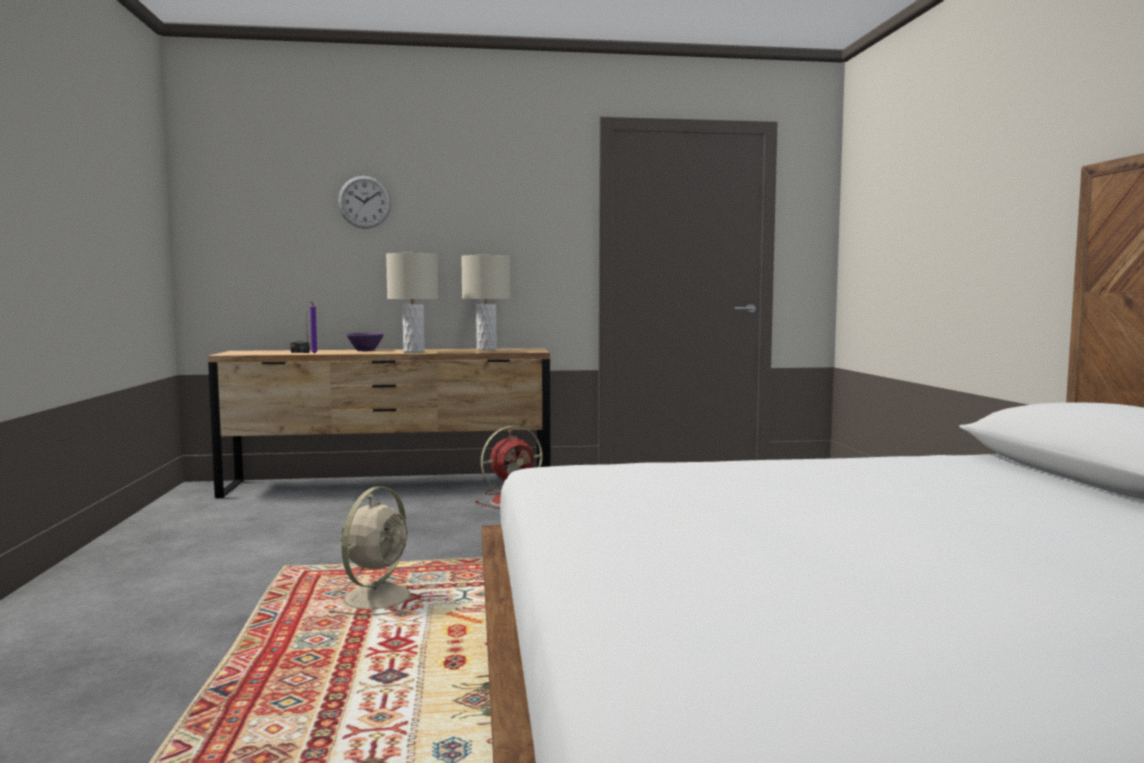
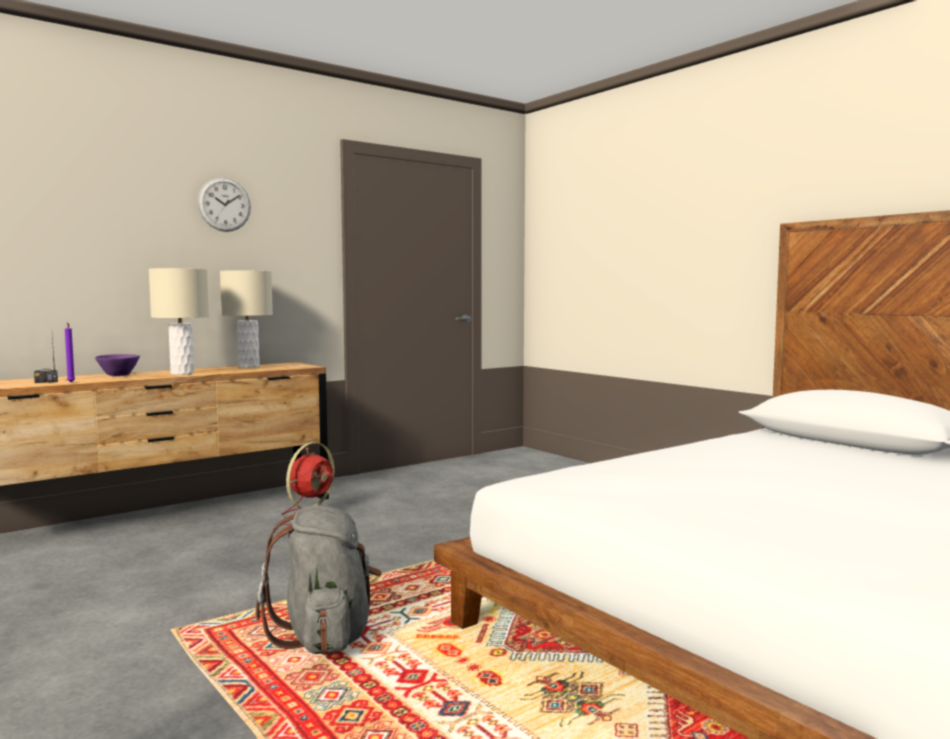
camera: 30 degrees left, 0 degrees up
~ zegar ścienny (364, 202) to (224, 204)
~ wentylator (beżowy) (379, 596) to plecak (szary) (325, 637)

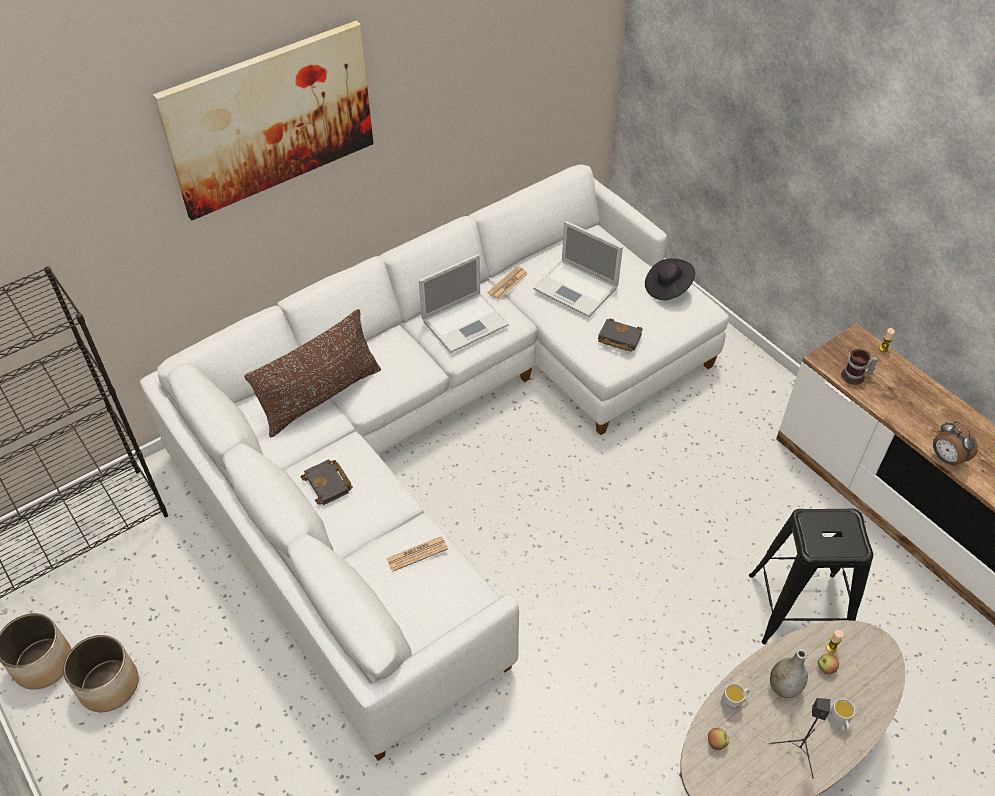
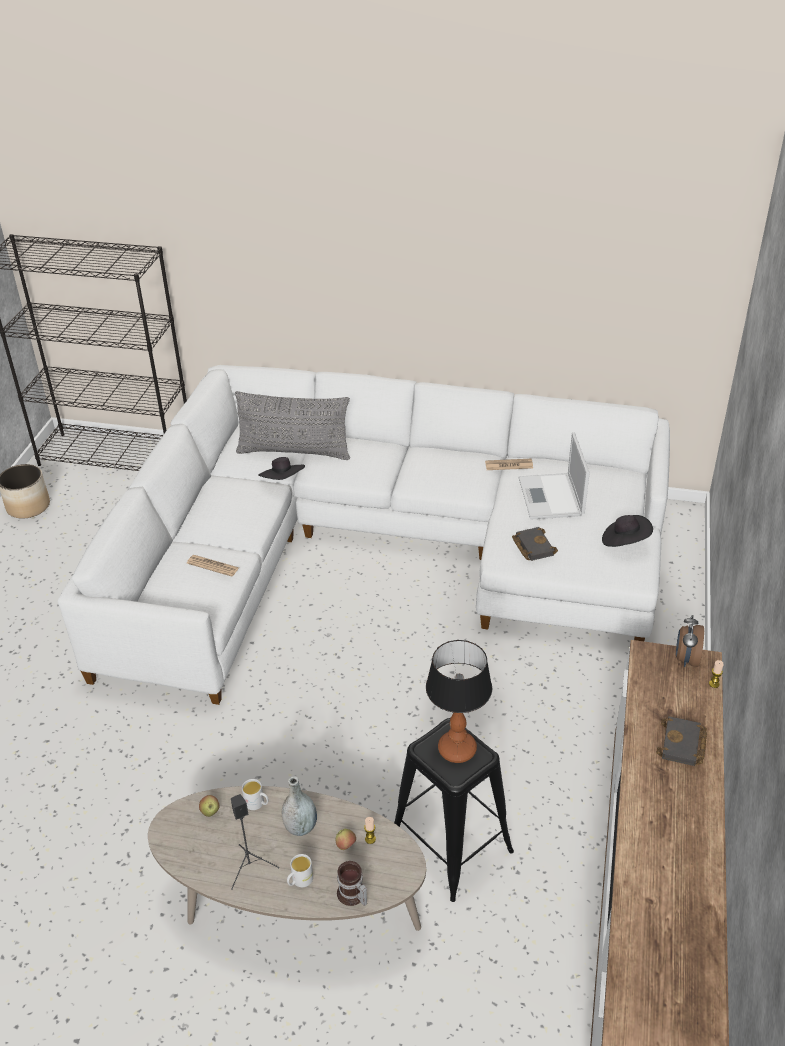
camera: 50 degrees right, 10 degrees down
- donica (108, 685)
- obraz (271, 119)
- laptop (466, 322)
+ kapelusz (czarny) (283, 481)
+ lampa stołowa (457, 750)
~ książka (czarny) (329, 484) to (683, 746)
~ kubek (855, 377) to (352, 896)
~ budzik (946, 458) to (686, 659)
~ poduszka (brązowy) (321, 397) to poduszka (szary) (294, 451)

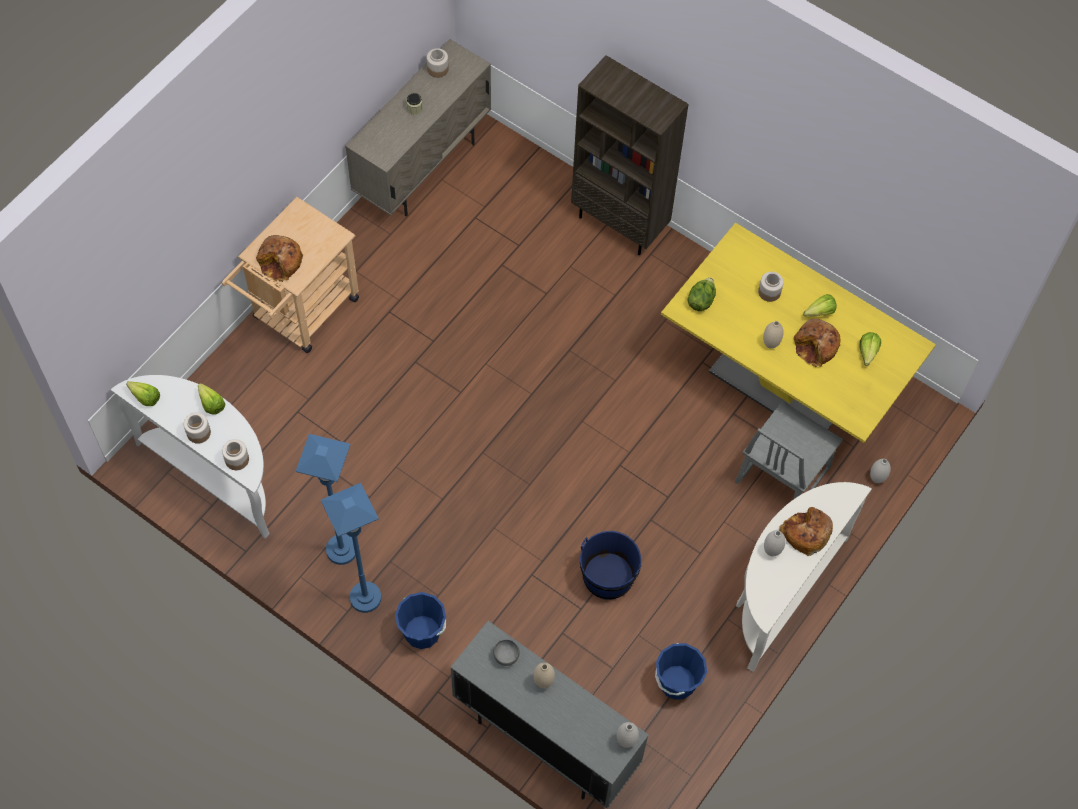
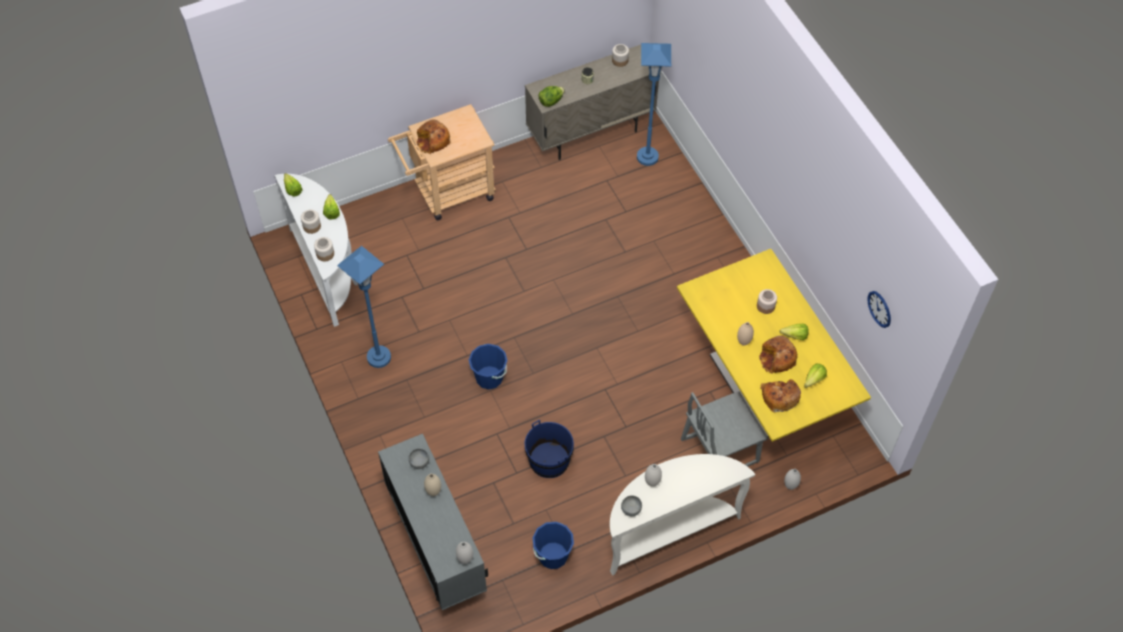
camera: 30 degrees right, 5 degrees down
- regał (brązowy) (620, 224)
+ miska (szary) (631, 509)
+ zegar ścienny (879, 309)
~ lampa stojąca (niebieski) (365, 597) to (647, 157)
~ wiadro (niebieski) (422, 632) to (489, 378)
~ sałata (701, 300) to (551, 101)
~ chleb (805, 533) to (779, 397)

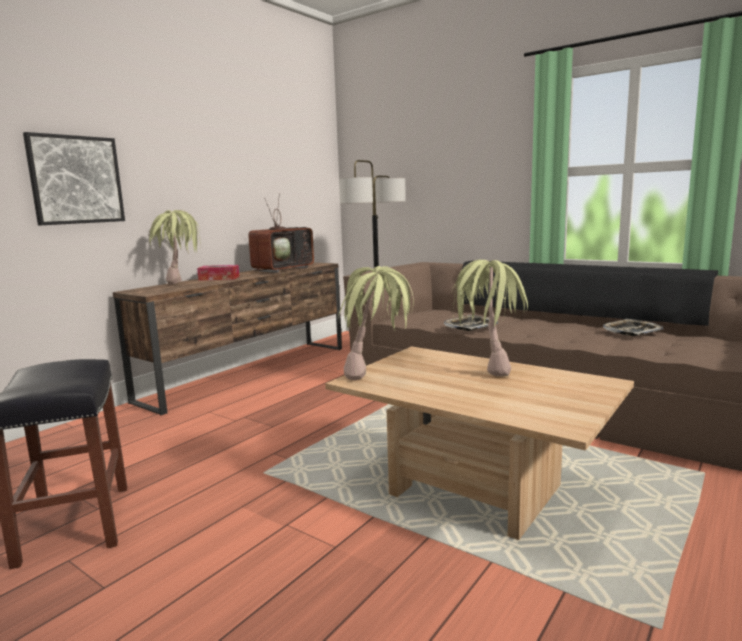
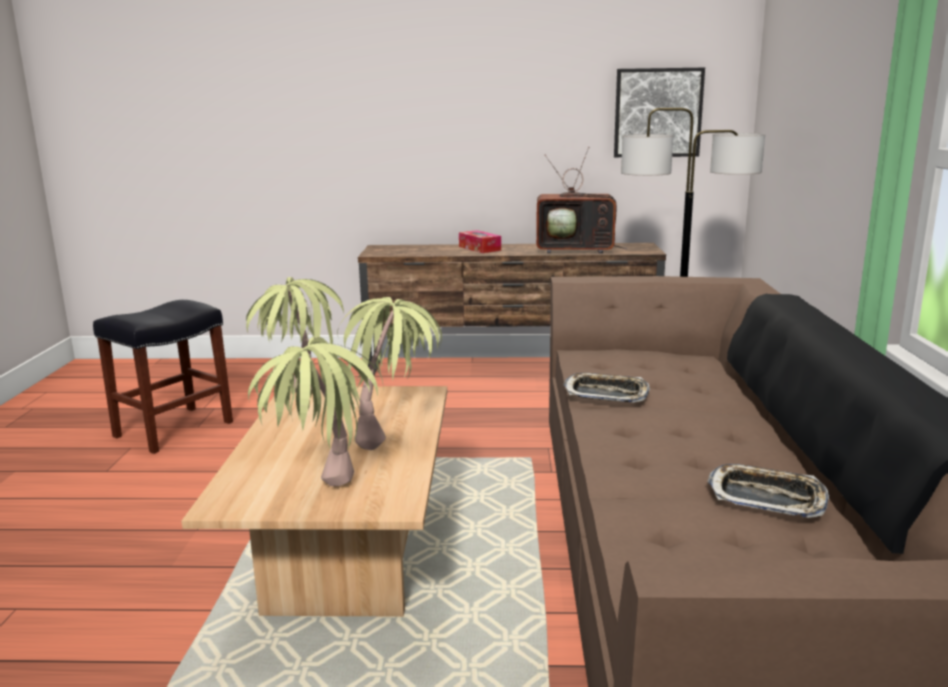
camera: 55 degrees right, 5 degrees up
~ obraz (76, 180) to (657, 113)
~ roślina doniczkowa (180, 285) to (322, 501)

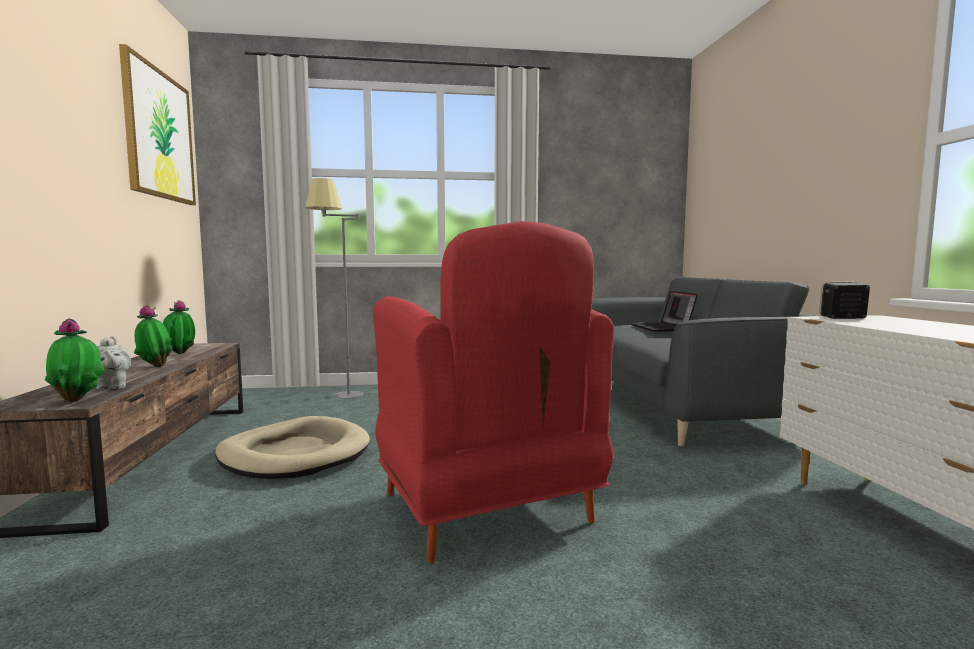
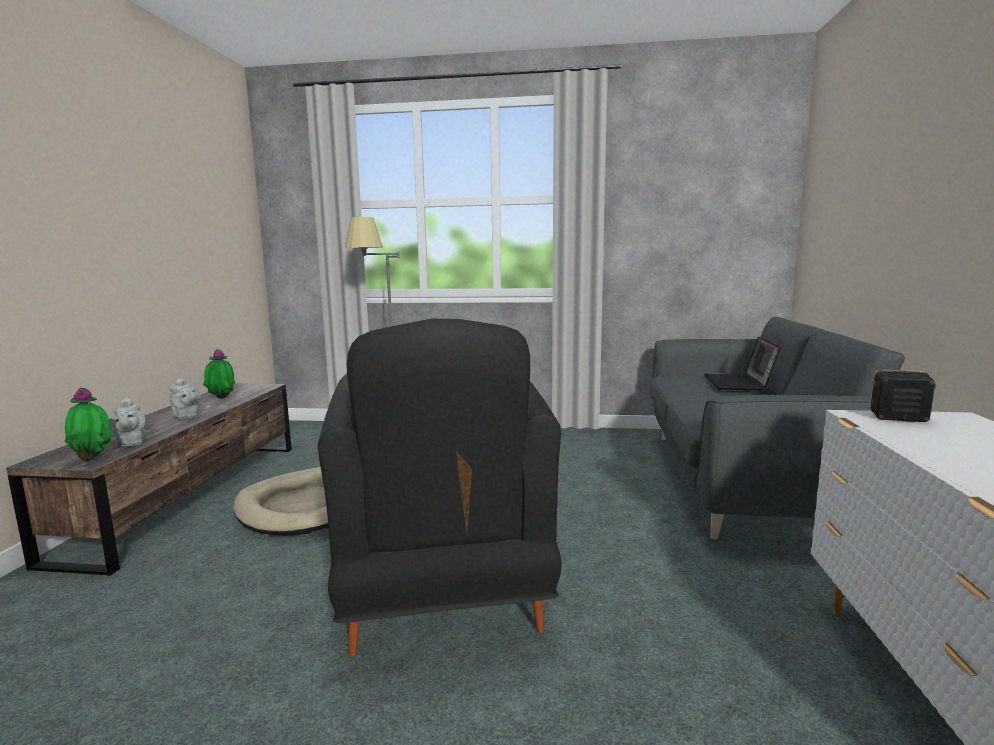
camera: 15 degrees right, 5 degrees up
- obraz (159, 135)
~ roślina doniczkowa (154, 367) to imbryk (szary) (186, 416)
~ fotel (czerwony) (487, 510) to fotel (czarny) (443, 599)

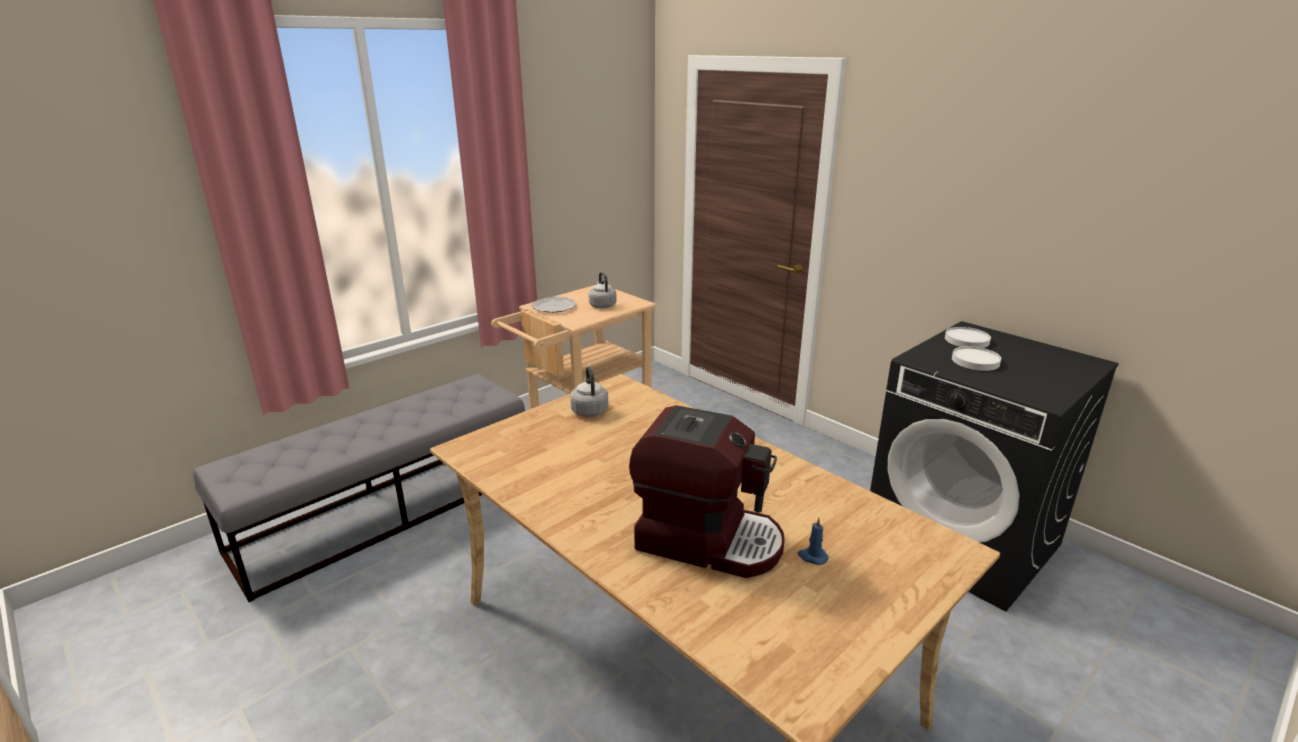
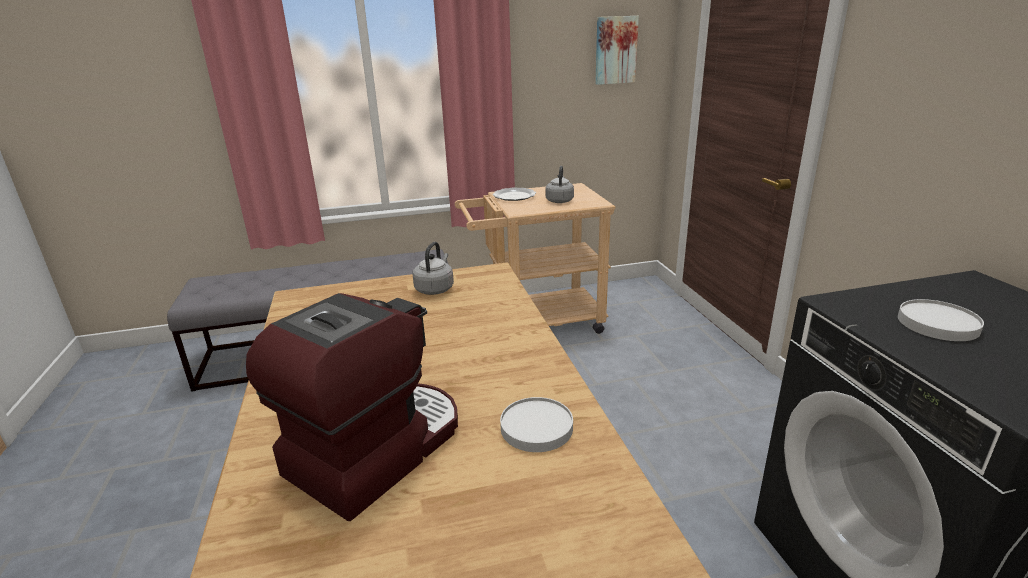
camera: 30 degrees right, 0 degrees up
- świeca (niebieski) (812, 557)
+ obraz (615, 50)
~ talerz (biały) (966, 340) to (537, 427)
~ ekspres do kawy (708, 539) = (376, 449) 105 degrees counterclockwise

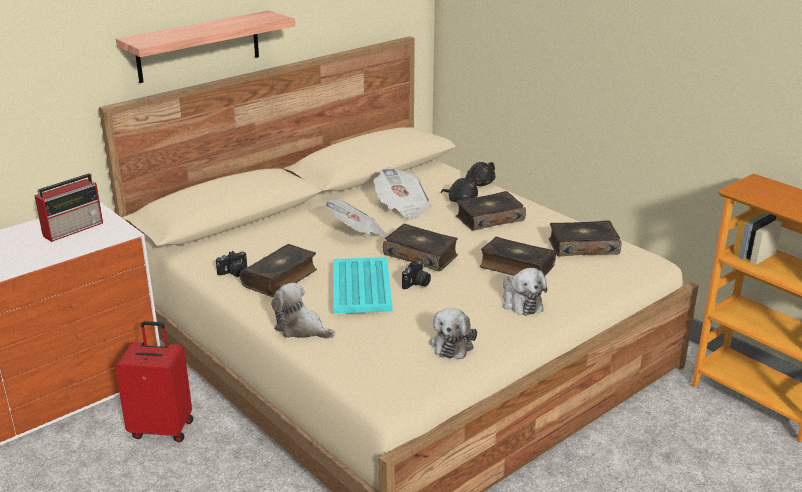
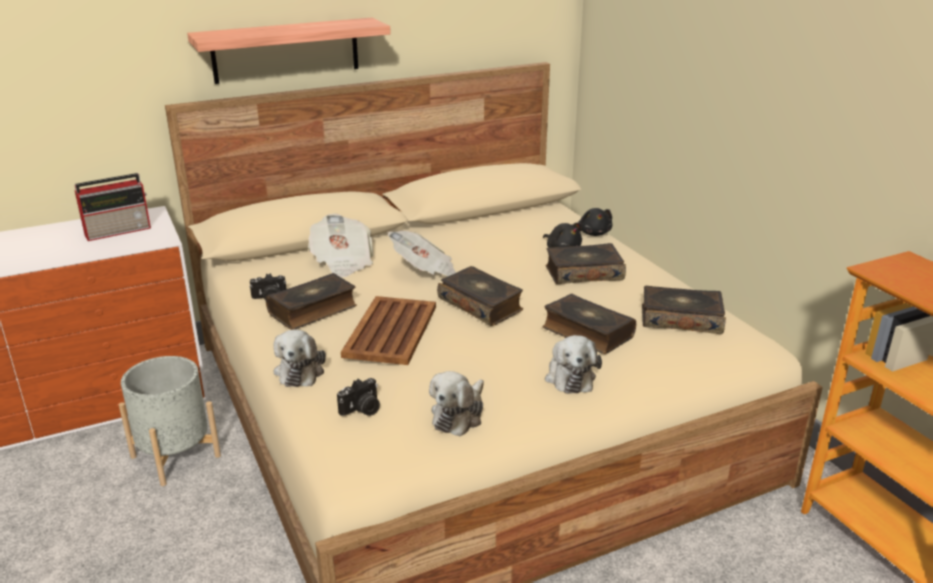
camera: 15 degrees right, 0 degrees up
~ gazeta (402, 208) to (342, 262)
~ aparat fotograficzny (417, 284) to (362, 410)
~ walizka (czerwony) (162, 428) to donica (szary) (175, 456)
~ taca (turkusowy) (361, 287) to taca (brązowy) (390, 331)
~ pluszak (301, 329) = (300, 370) 135 degrees counterclockwise

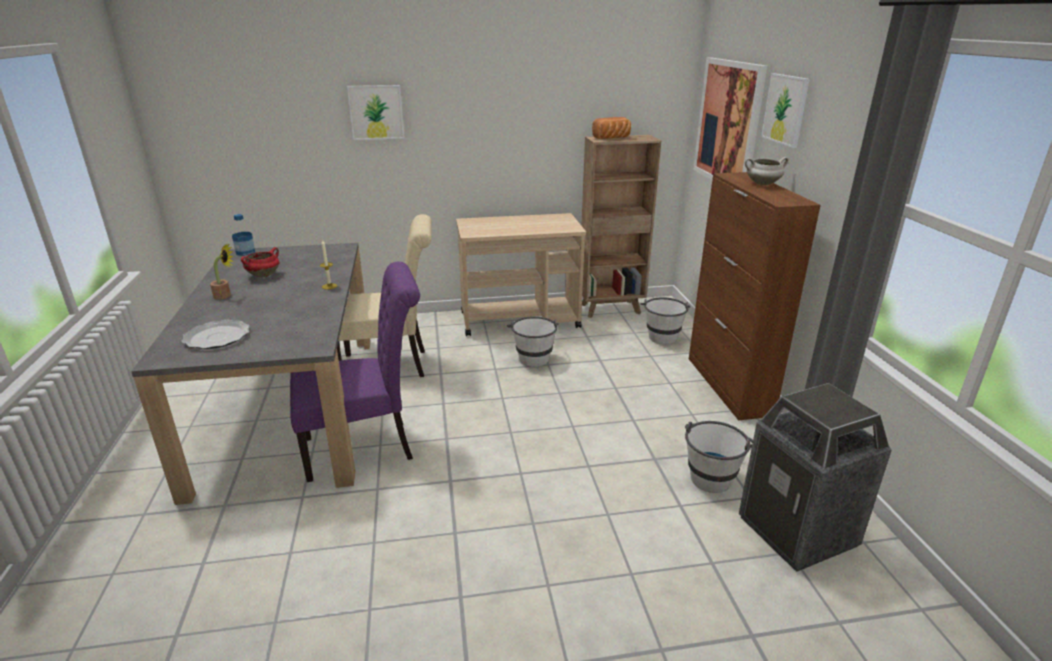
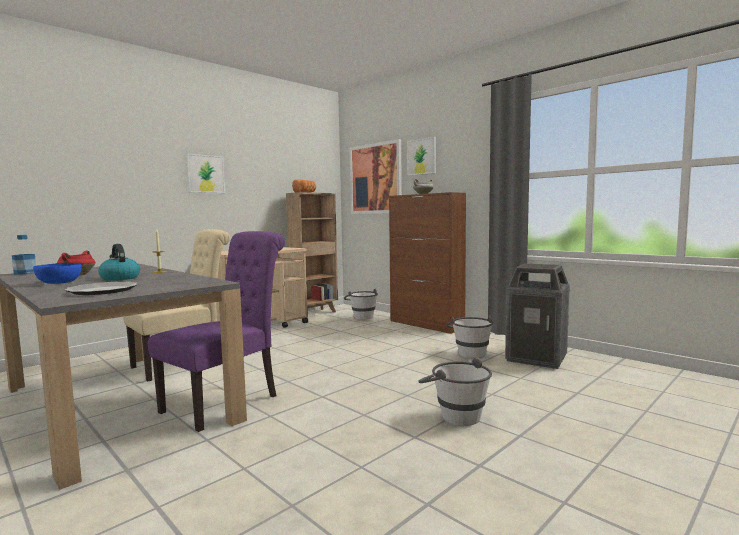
camera: 35 degrees left, 20 degrees down
+ czajnik (119, 278)
~ obraz (376, 112) to (205, 174)
~ wiadro (biały) (533, 356) to (454, 414)
~ roślina doniczkowa (225, 296) to miska (niebieski) (59, 282)

